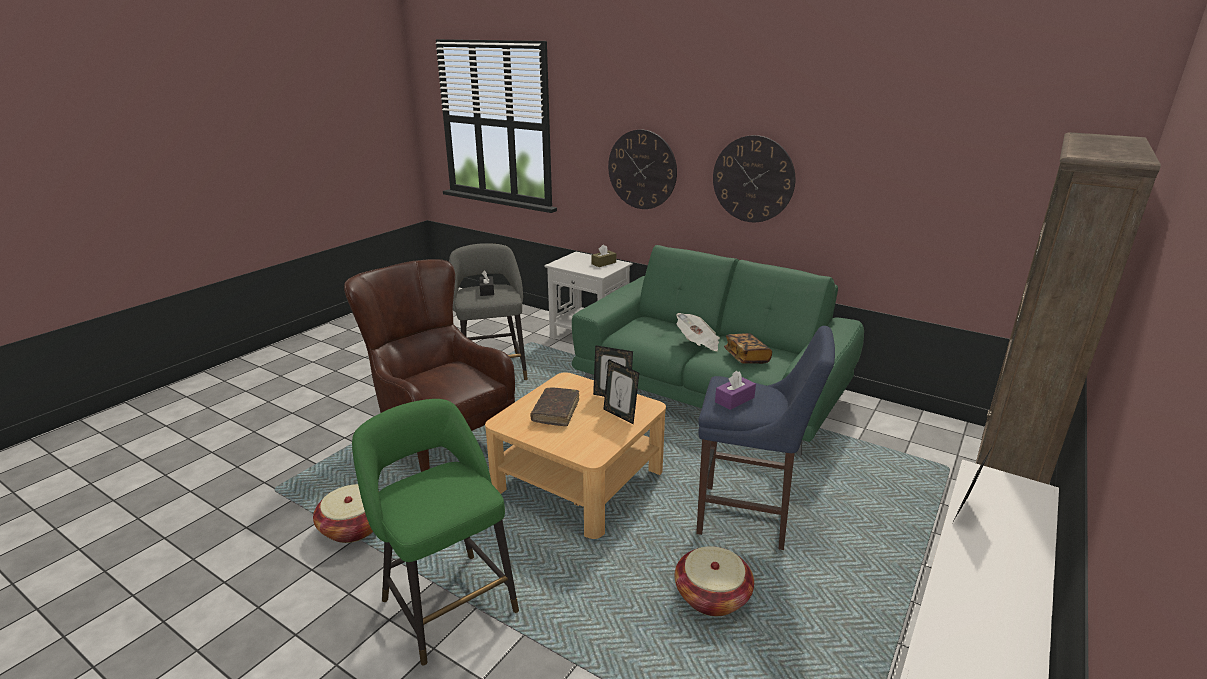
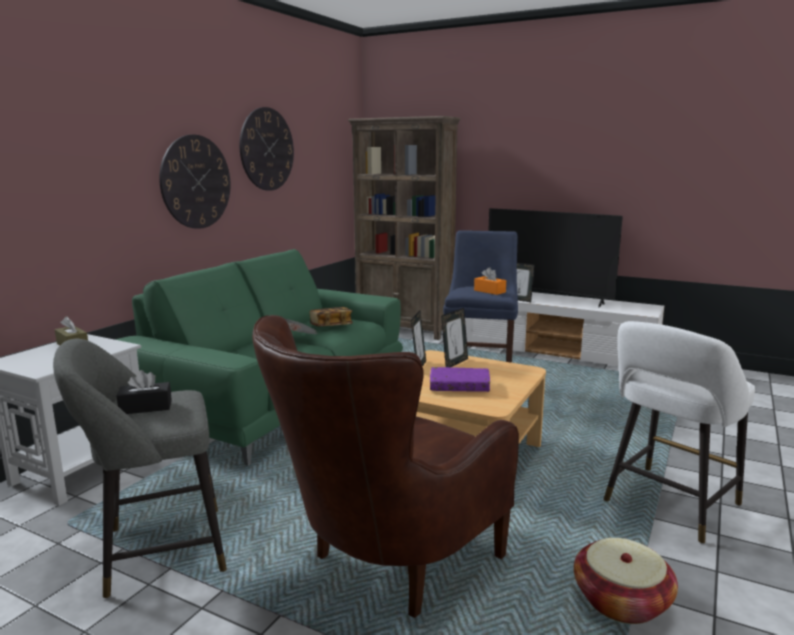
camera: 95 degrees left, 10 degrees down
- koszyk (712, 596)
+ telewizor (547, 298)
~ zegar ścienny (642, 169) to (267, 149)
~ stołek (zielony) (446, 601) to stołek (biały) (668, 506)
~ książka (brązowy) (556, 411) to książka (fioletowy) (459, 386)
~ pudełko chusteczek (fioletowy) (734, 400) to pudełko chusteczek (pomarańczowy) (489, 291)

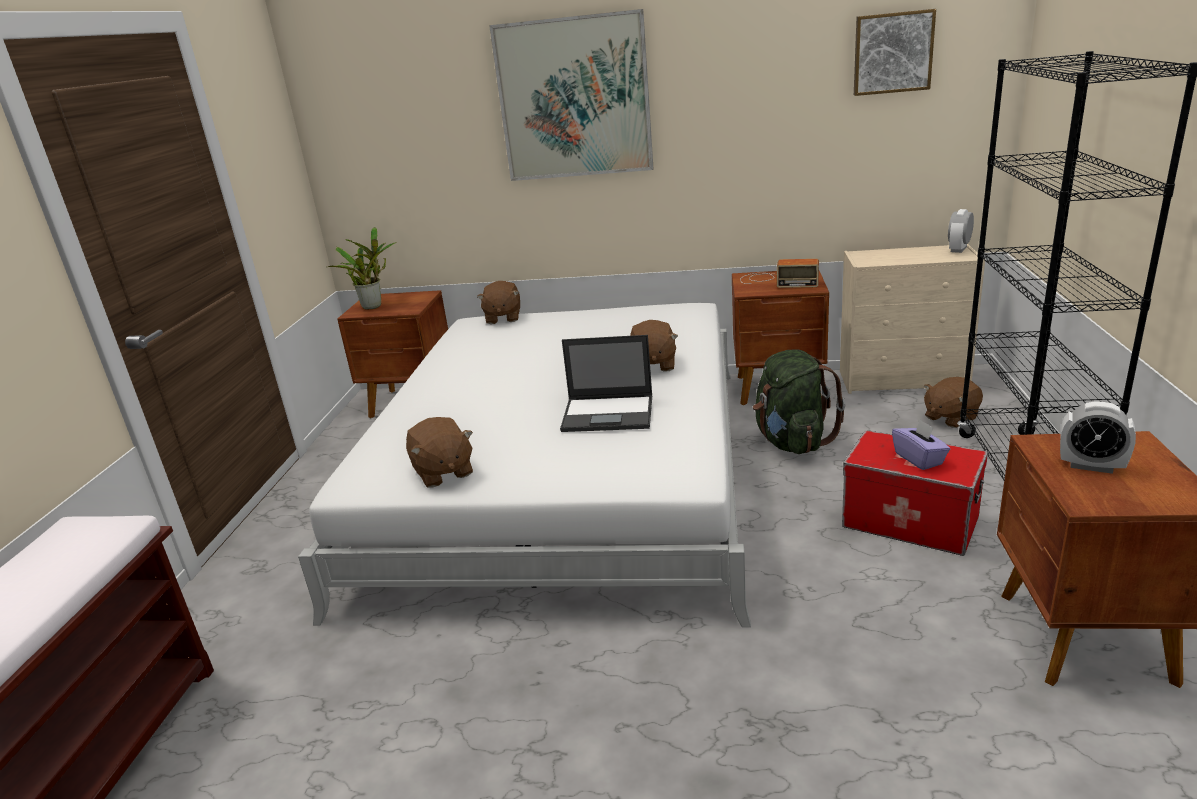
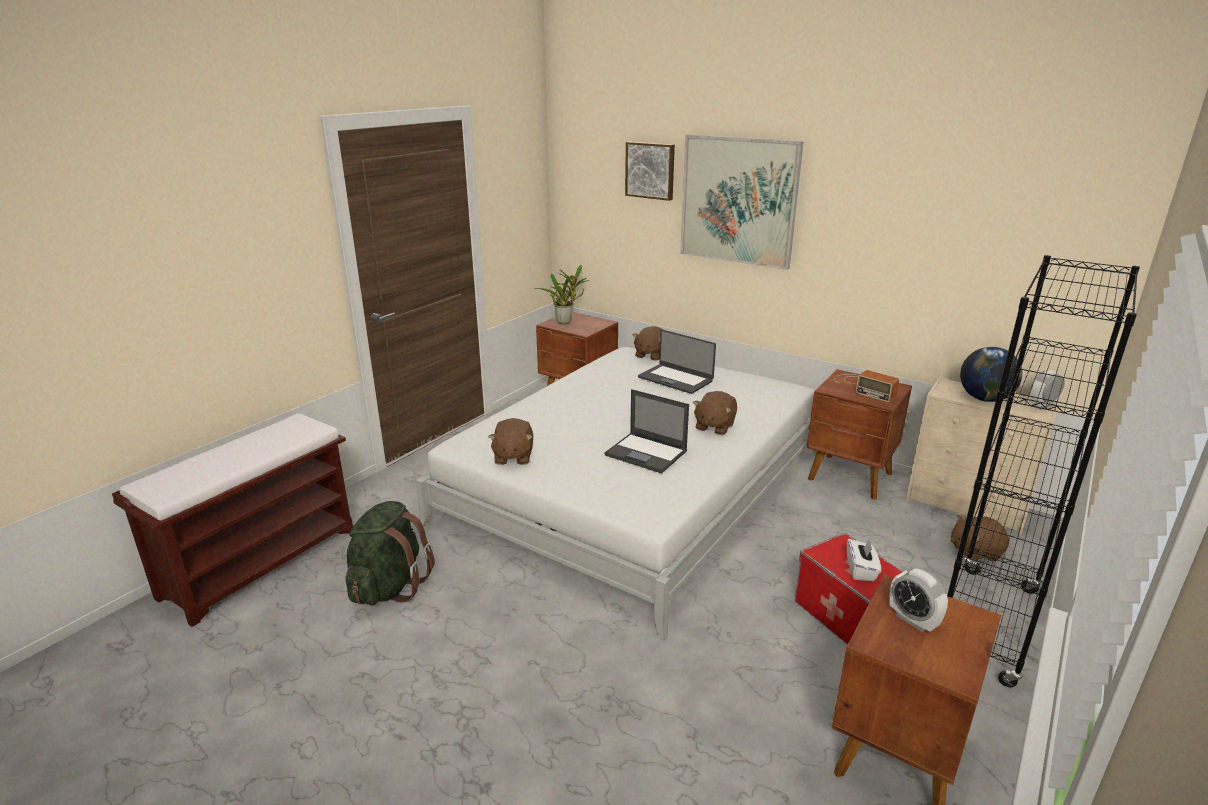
camera: 25 degrees right, 0 degrees up
+ laptop (676, 379)
+ globus (984, 399)
~ plecak (zielony) (792, 442) to (389, 586)
~ obraz (892, 53) to (650, 170)
~ pudełko chusteczek (fioletowy) (919, 459) to pudełko chusteczek (biały) (861, 570)

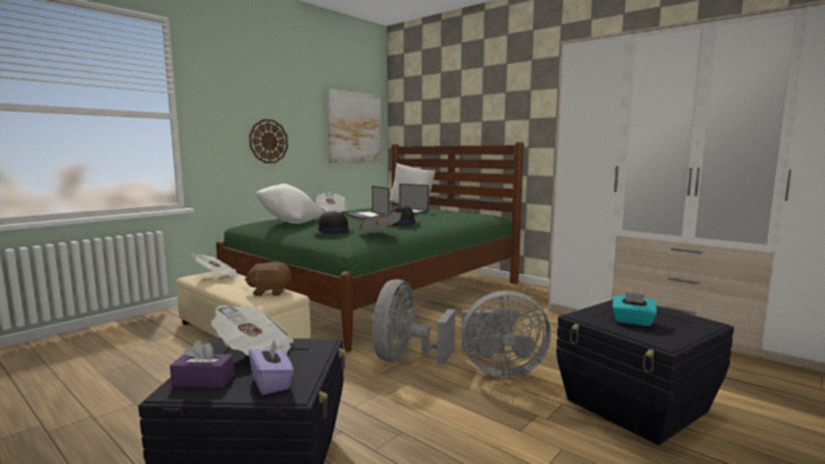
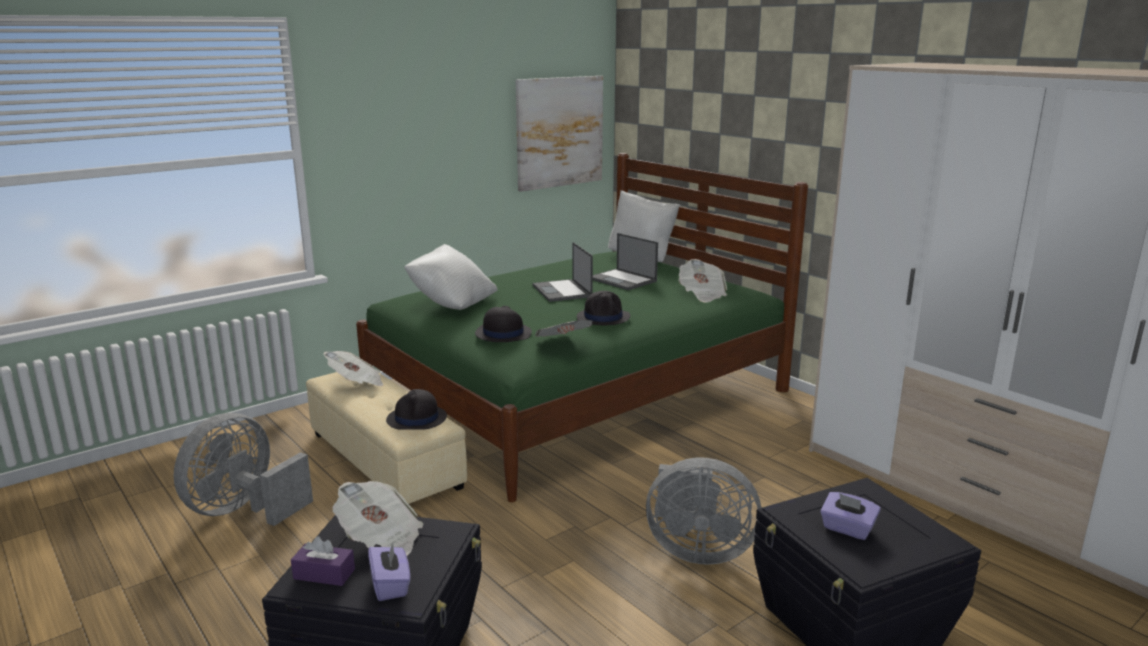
camera: 10 degrees right, 10 degrees up
- zegar ścienny (268, 141)
~ gazeta (331, 212) to (702, 294)
~ wentylator (szary) (406, 358) to (243, 510)
~ pluszak (brązowy) (270, 292) to kapelusz (czarny) (417, 419)
~ pudełko chusteczek (turkusowy) (632, 321) to pudełko chusteczek (fioletowy) (847, 529)

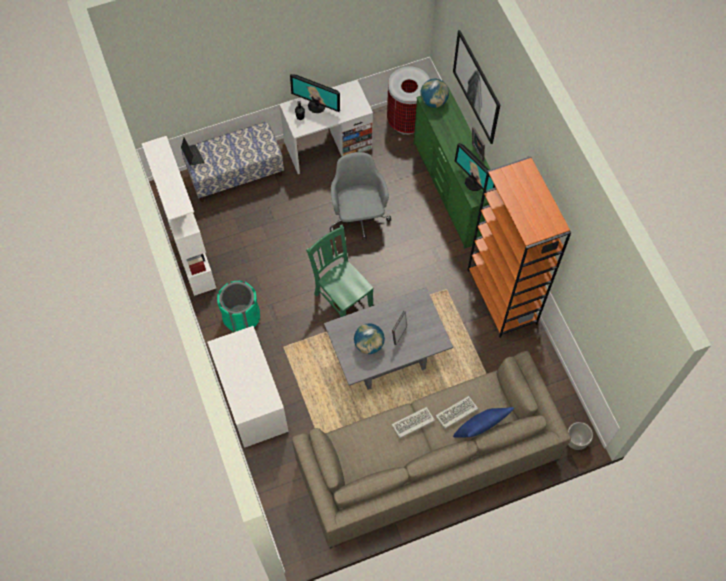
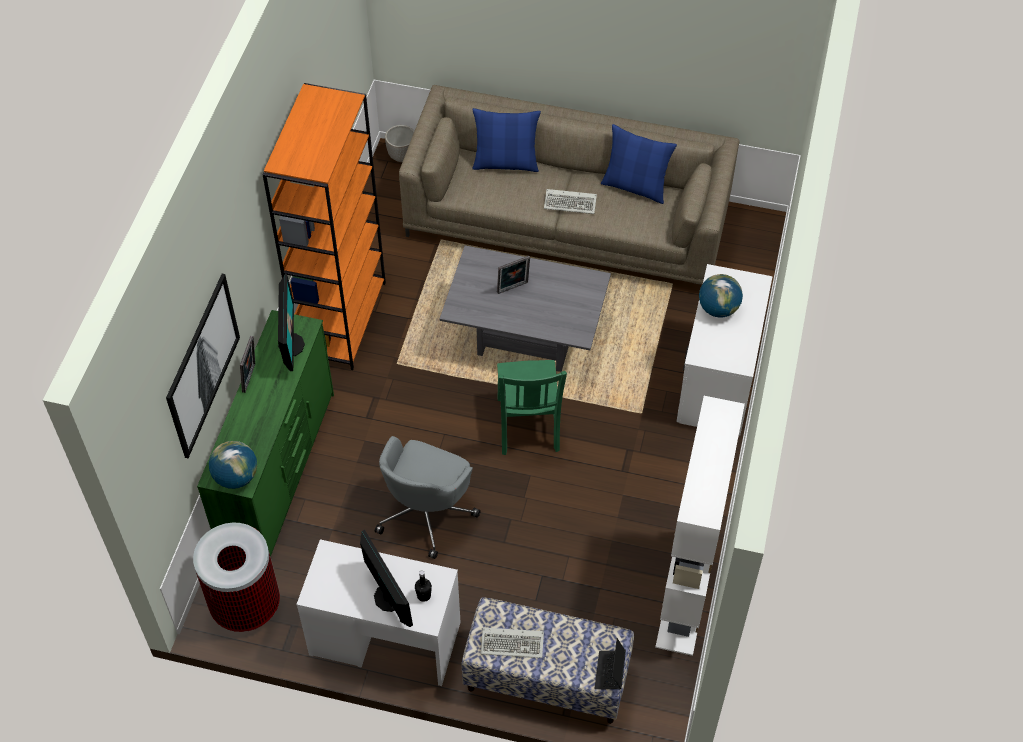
camera: 145 degrees left, 10 degrees down
- kosz na śmieci (zielony) (241, 317)
+ poduszka (niebieski) (635, 187)
~ globus (369, 344) to (718, 309)
~ klawiatura (456, 414) to (514, 643)

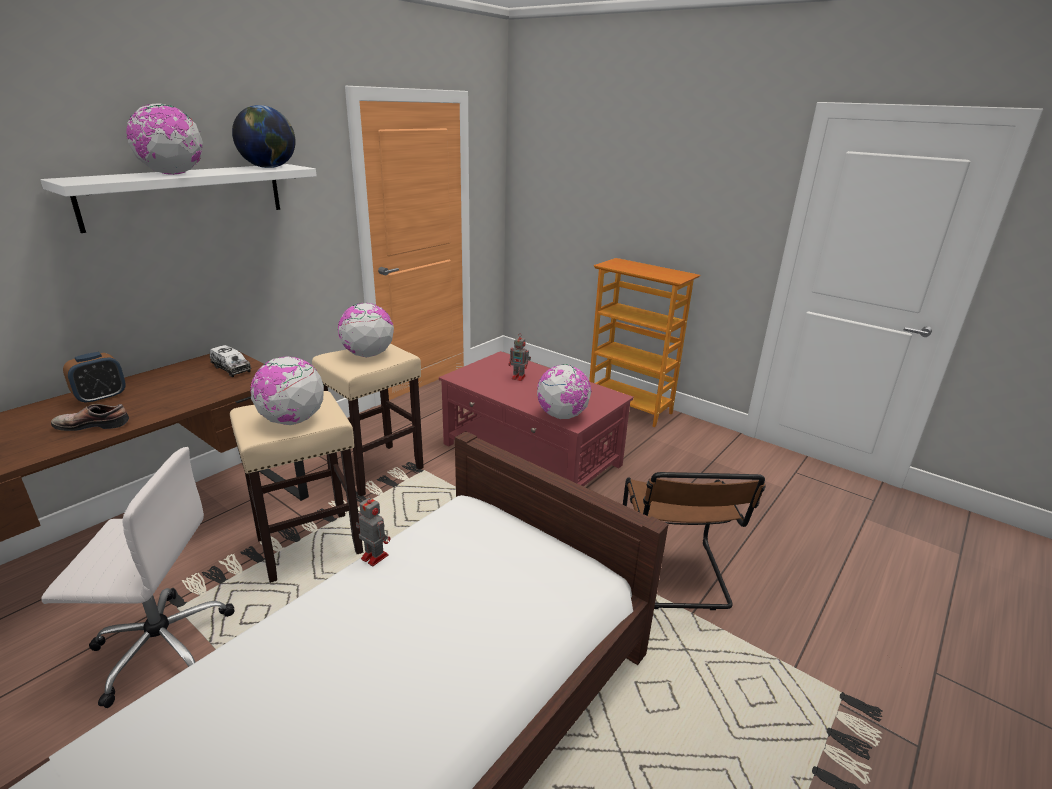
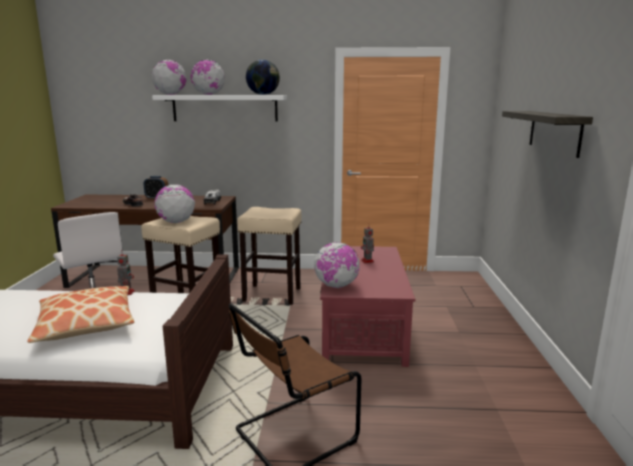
camera: 55 degrees right, 10 degrees down
- regał (630, 407)
+ poduszka (86, 324)
+ półka (554, 132)
~ globus (368, 355) to (170, 94)

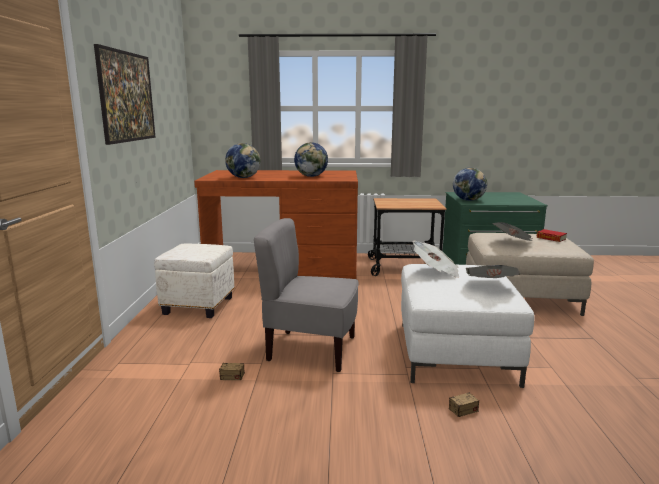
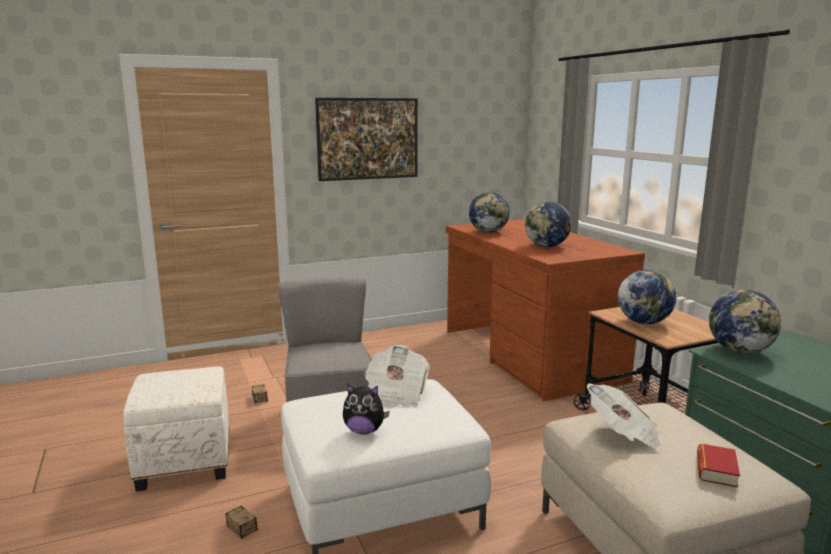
camera: 65 degrees right, 0 degrees up
+ globus (643, 322)
~ pufa (biały) (198, 305) to (186, 463)
~ gazeta (491, 286) to pluszak (364, 431)

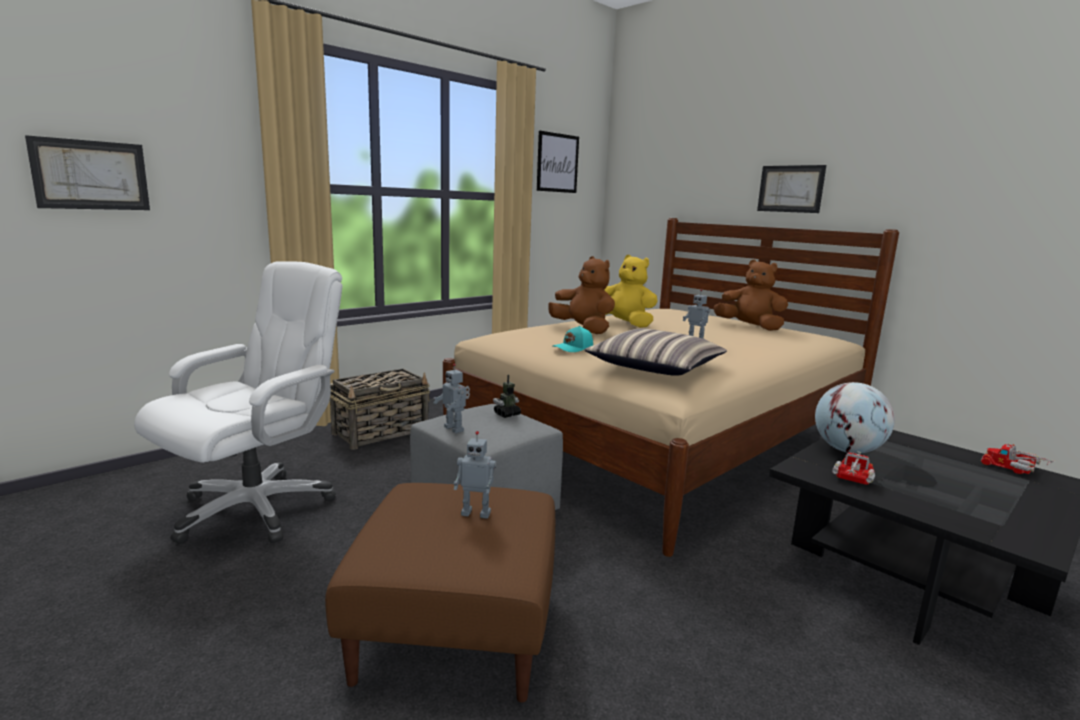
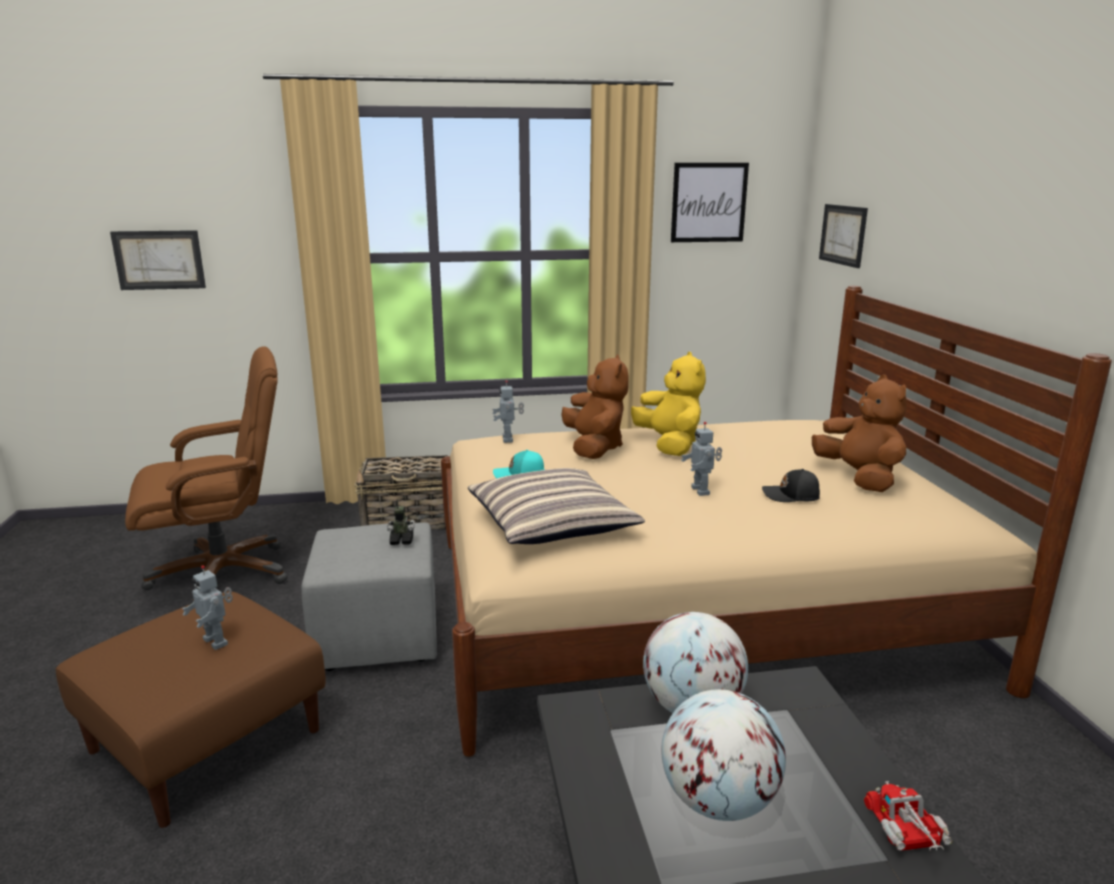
camera: 35 degrees right, 5 degrees up
- ciężarówka zabawkowa (853, 479)
+ globus (718, 801)
+ czapka z daszkiem (czarny) (791, 496)
~ robot zabawkowy (455, 429) to (509, 439)
~ obraz (790, 189) to (843, 235)
~ krzesło biurowe (biały) (256, 508) to krzesło biurowe (brązowy) (224, 574)

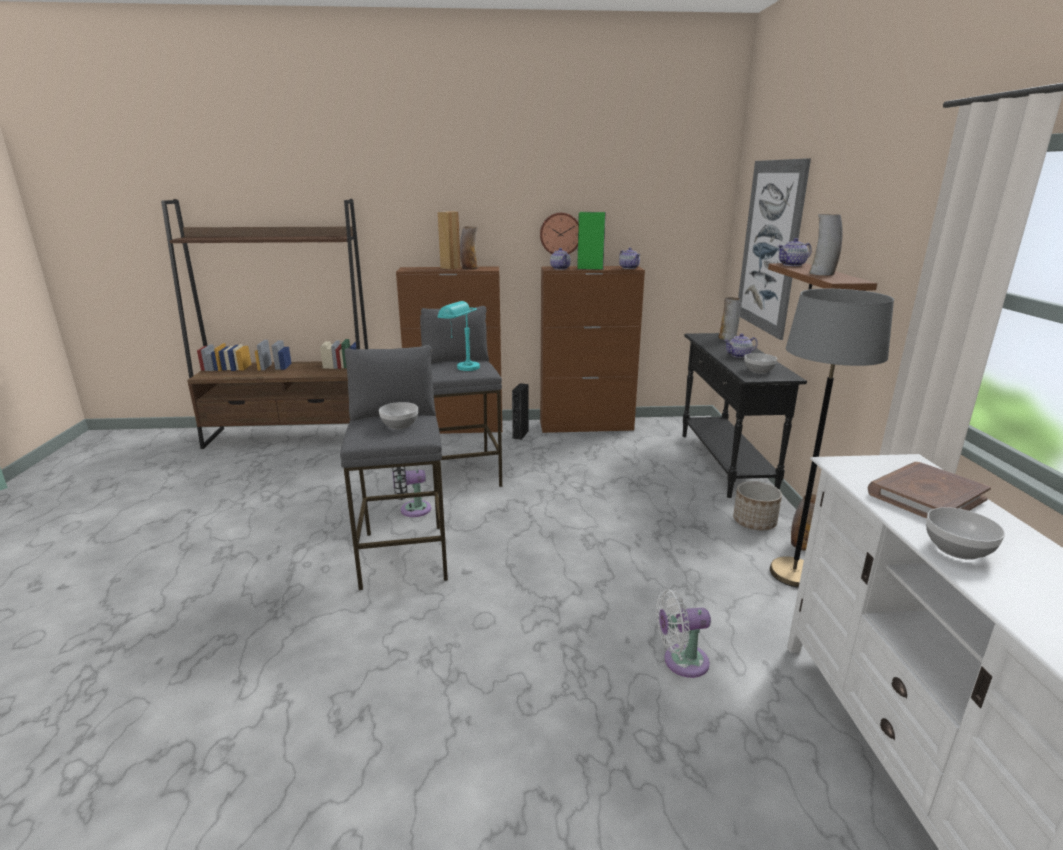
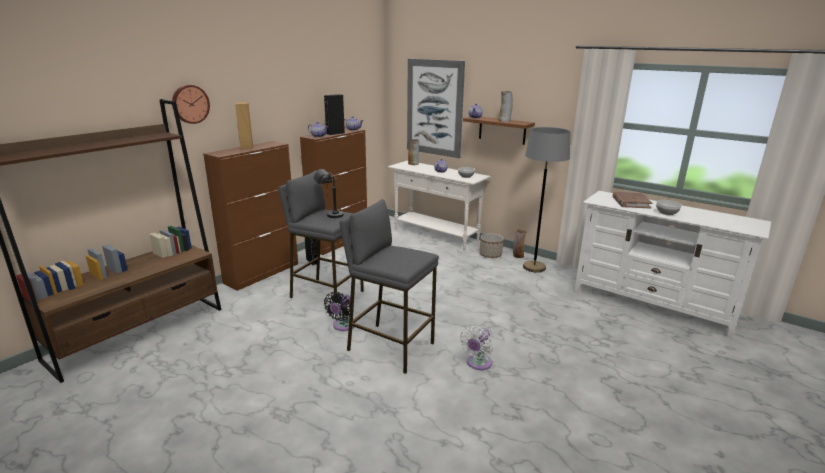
camera: 50 degrees left, 0 degrees up
- miska (400, 425)
- wazon (469, 268)
~ zegar ścienny (560, 234) to (190, 104)
~ wentylator (biały) (681, 661) to (477, 363)
~ lampa stołowa (turkusowy) (461, 366) to lampa stołowa (czarny) (329, 216)
~ głośnik (zielony) (590, 268) to głośnik (czarny) (335, 133)
~ stolik konsolowy (czarny) (725, 463) to stolik konsolowy (biały) (436, 235)

